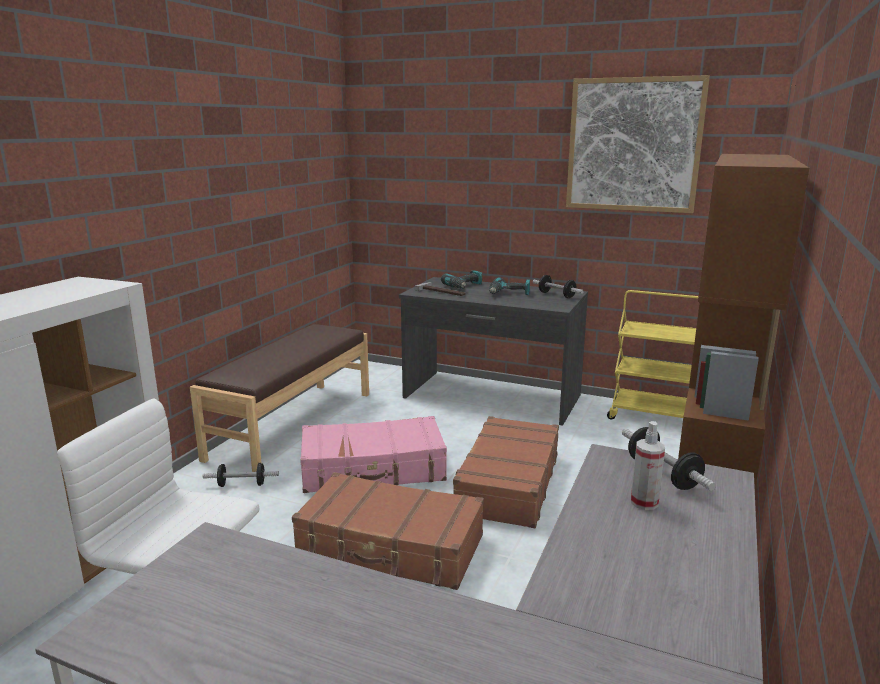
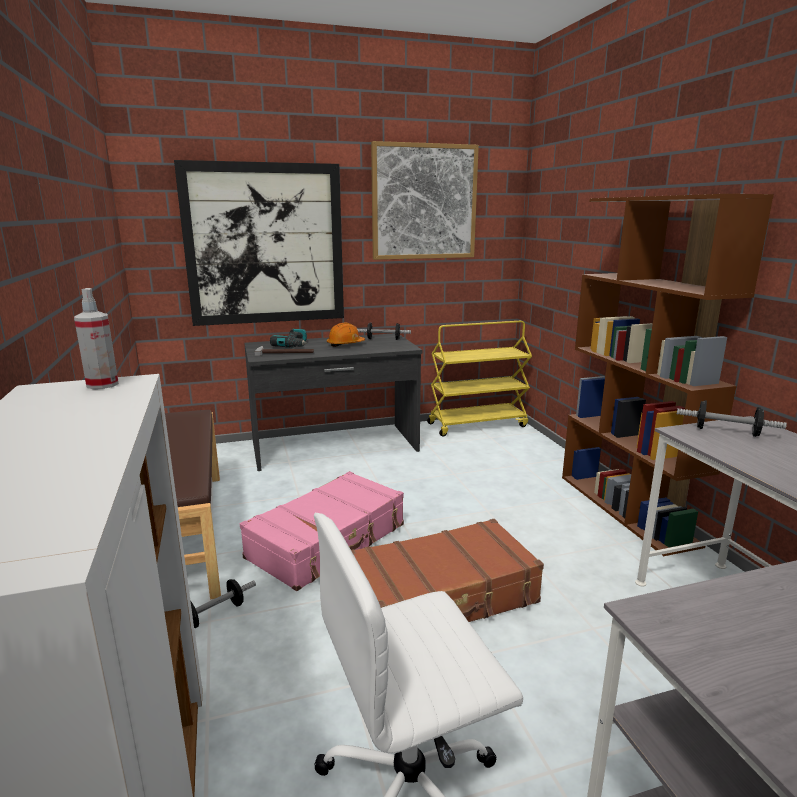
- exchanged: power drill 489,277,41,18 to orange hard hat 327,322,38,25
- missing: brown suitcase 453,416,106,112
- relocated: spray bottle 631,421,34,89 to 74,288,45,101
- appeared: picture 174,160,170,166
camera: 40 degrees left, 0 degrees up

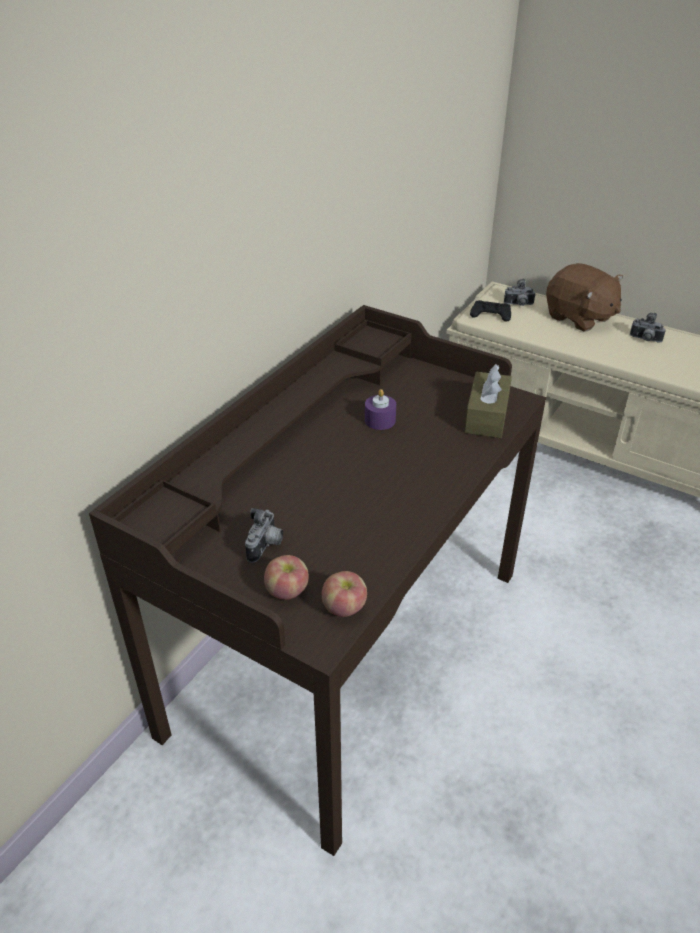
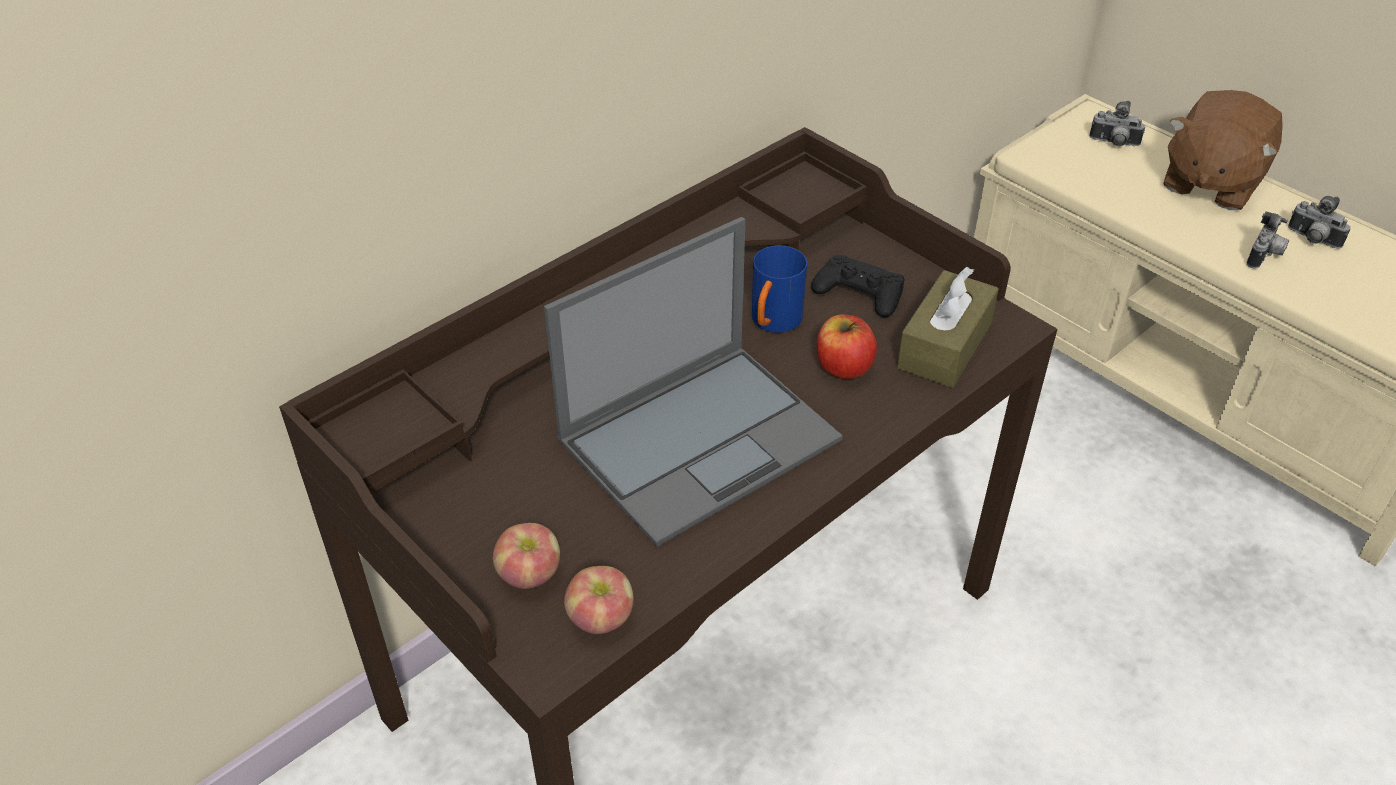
- spun: brown plush toy 546,263,77,69 = 1163,90,120,120 60 degrees clockwise
- relocated: black game controller 470,300,41,22 to 811,255,93,62
- exchanged: purple candle 365,389,31,41 to blue mug 752,245,55,88
- relocated: photo camera 245,508,38,55 to 1247,211,42,57
- appeared: laptop 544,217,299,330
- appeared: apple 816,314,61,65
camera: 15 degrees right, 5 degrees up

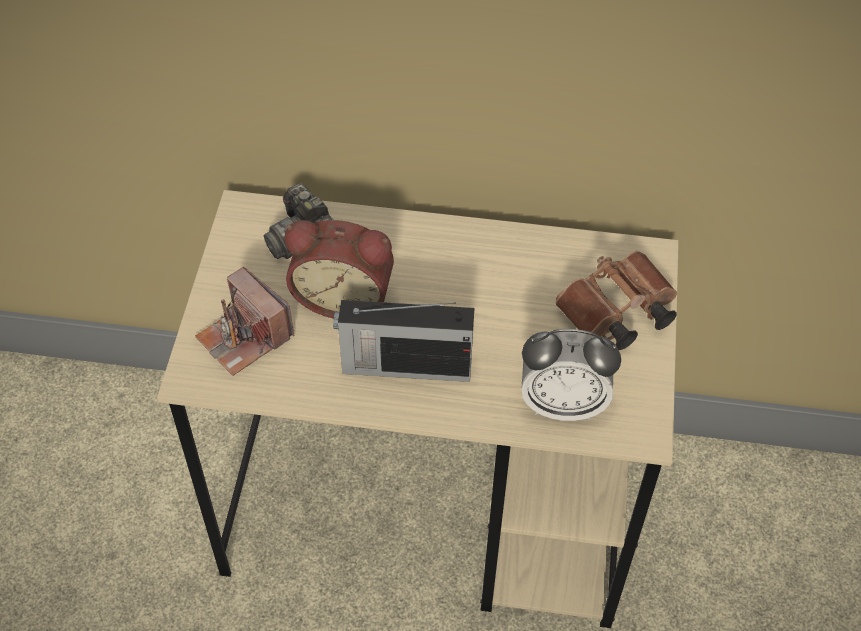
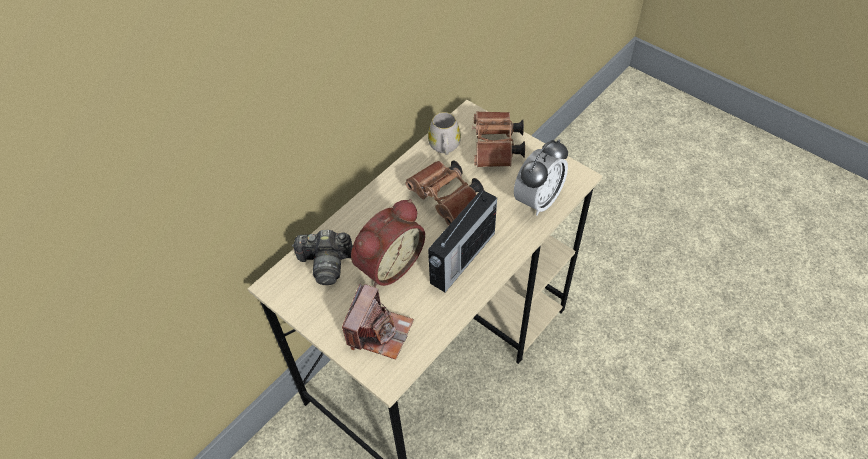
- spun: photo camera 195,267,99,109 = 342,284,72,76 60 degrees counterclockwise
- appeared: white mug 428,112,33,43
- appeared: brown binoculars 406,161,78,64
camera: 55 degrees left, 0 degrees up

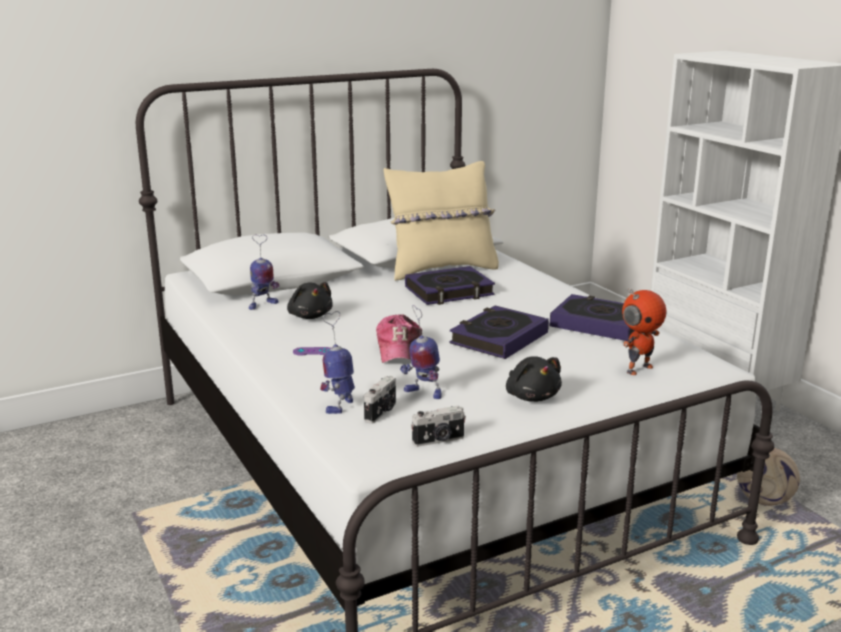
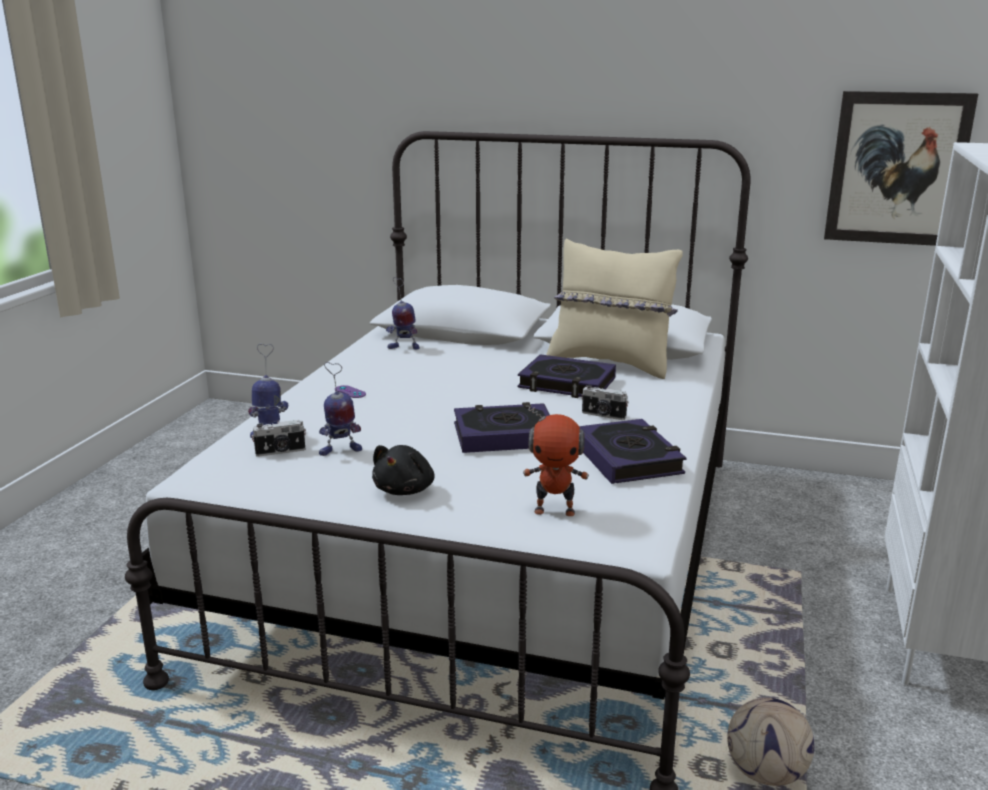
- missing: black plush toy 287,282,46,37
- spun: toy robot 400,305,41,94 = 319,362,43,94 90 degrees counterclockwise
- missing: cap 376,314,46,49
- relocated: photo camera 411,406,55,41 to 582,385,47,35
- appeared: picture 824,91,154,155
camera: 45 degrees right, 0 degrees up

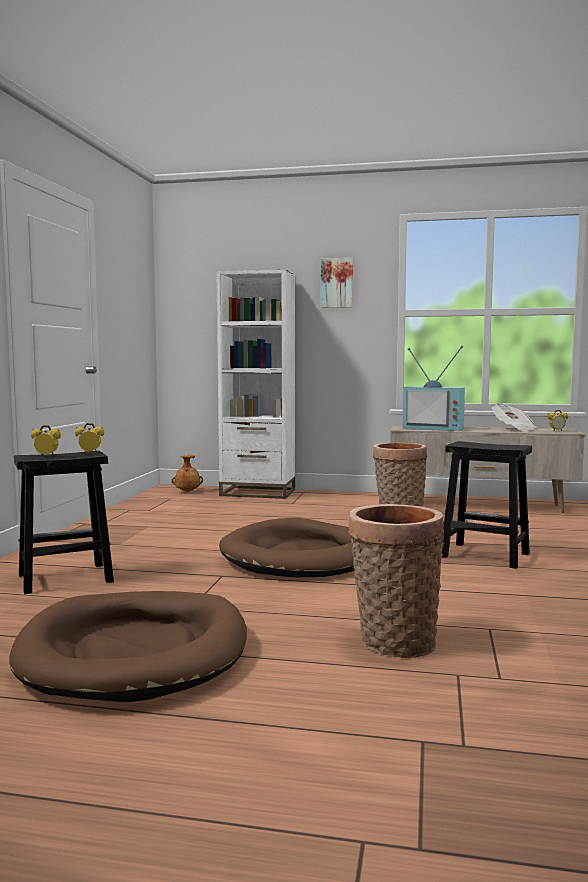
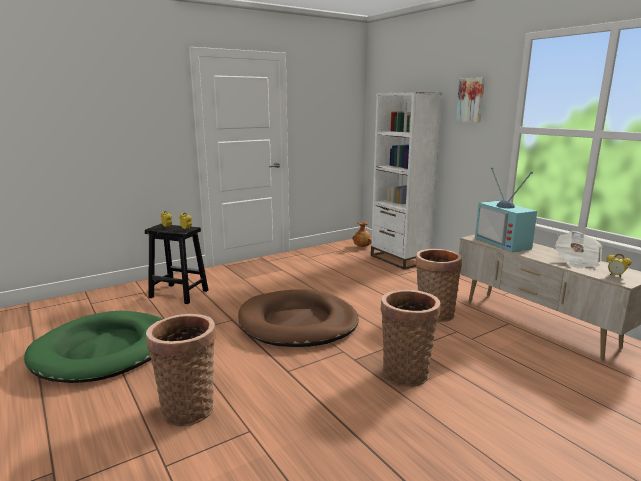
- exchanged: black stool 442,441,90,128 to basket 381,290,60,97
- colour: brown dog bed 9,591,238,111 to green dog bed 24,311,139,72
camera: 45 degrees right, 10 degrees up

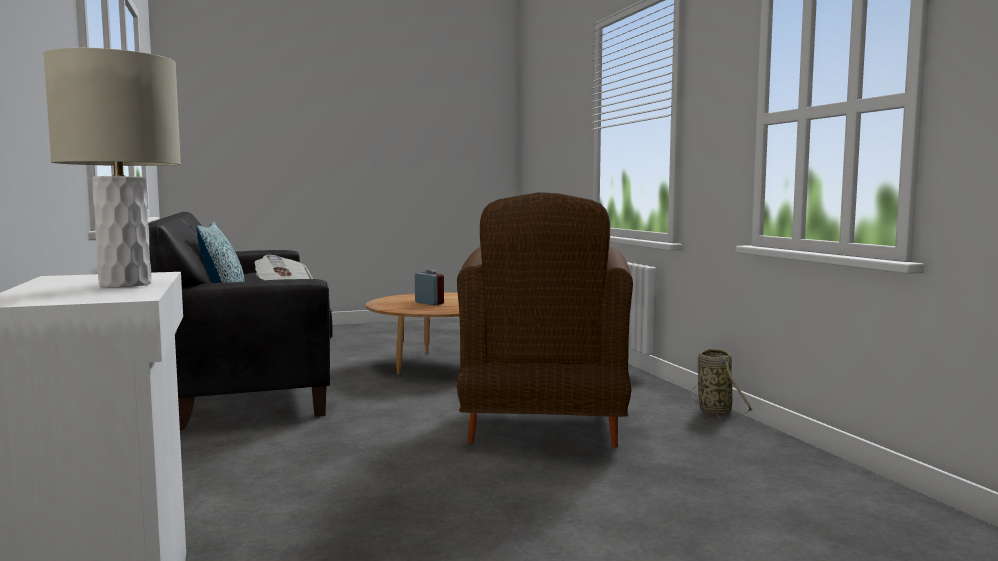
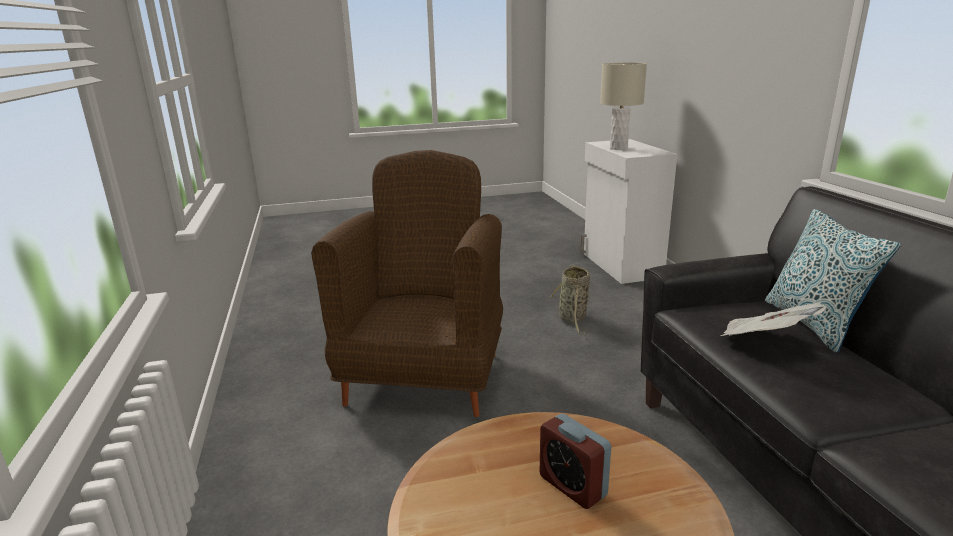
- relocated: basket 691,349,62,71 to 550,265,40,71
camera: 175 degrees left, 15 degrees up

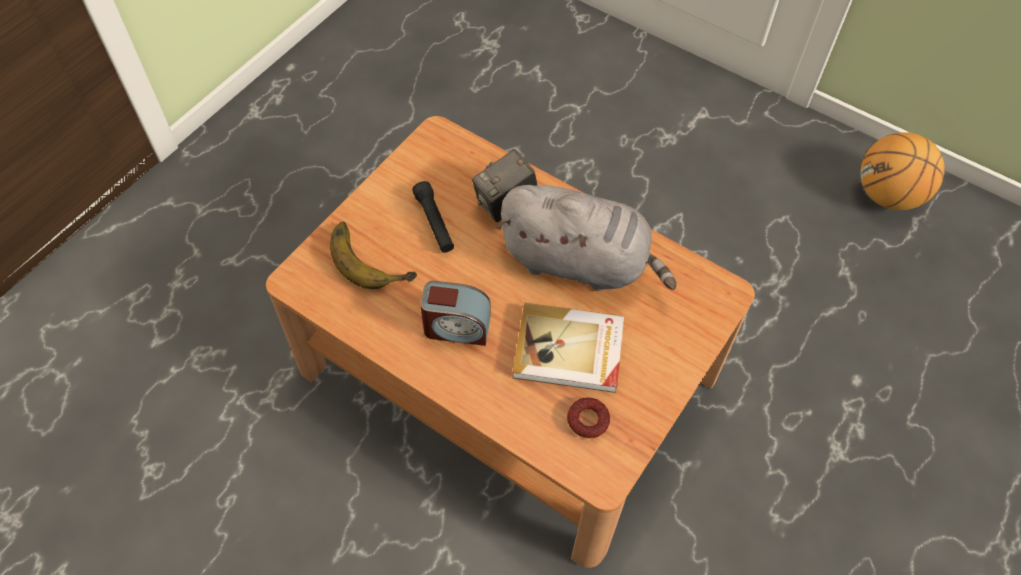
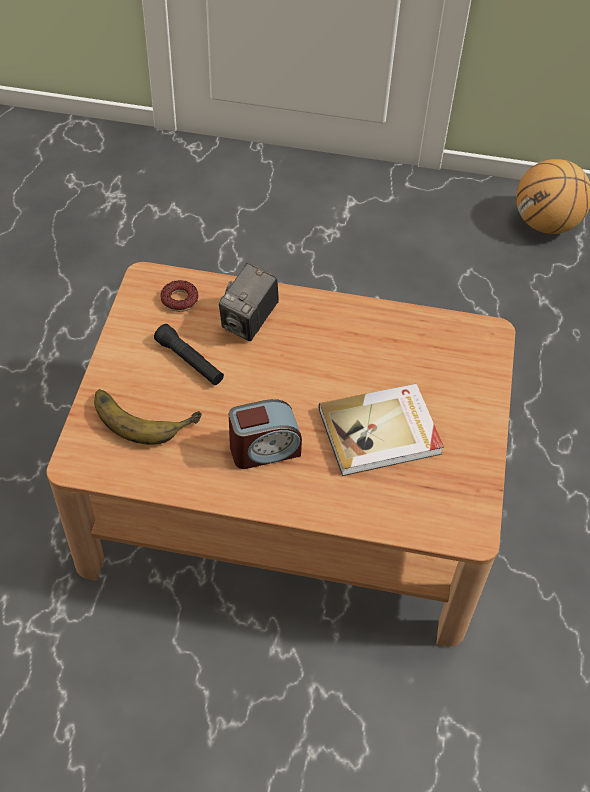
- missing: grey plush toy 497,185,180,106
- relocated: donut 567,398,43,41 to 160,280,39,32
camera: 25 degrees left, 5 degrees down

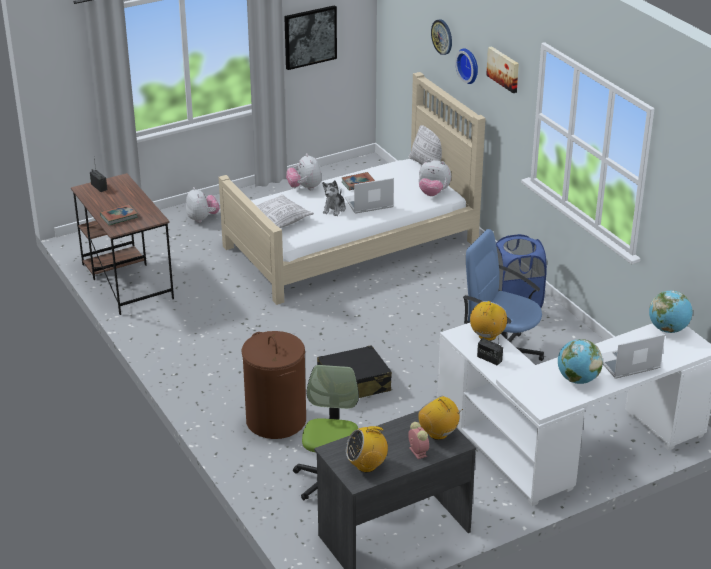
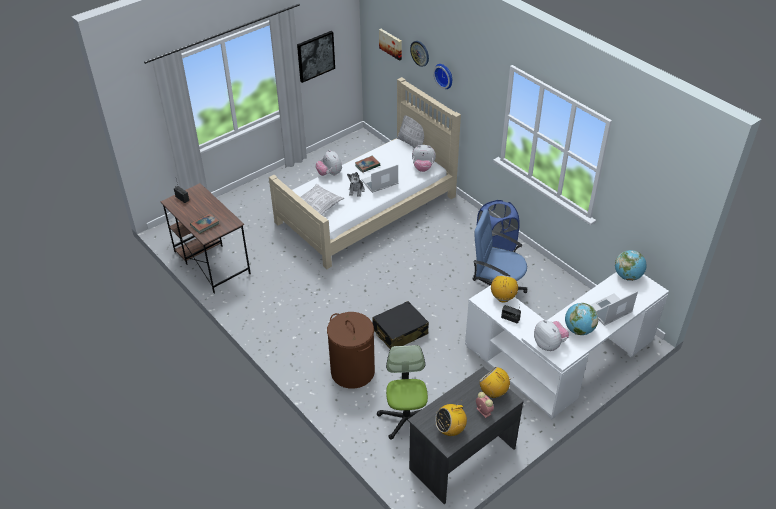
- relocated: picture 486,46,33,47 to 379,29,23,32
- relocated: plush toy 186,187,34,36 to 534,320,35,31
camera: 10 degrees left, 10 degrees up

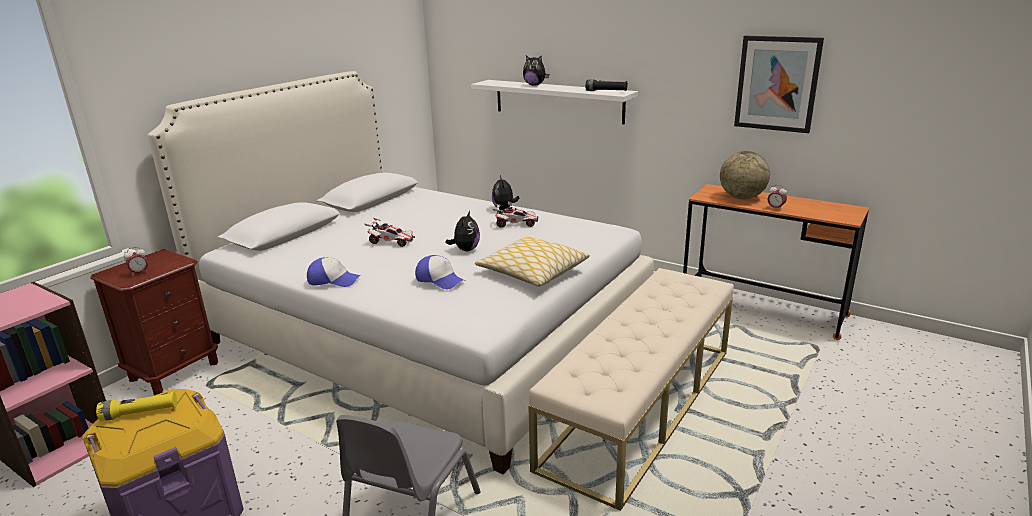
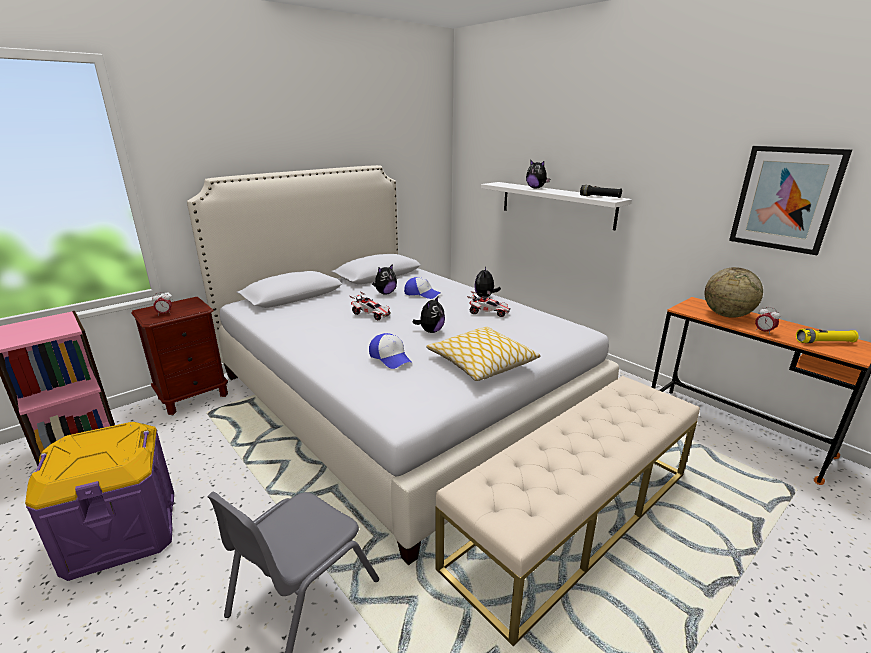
- relocated: cap 307,257,54,30 to 404,277,36,22
- relocated: yellow flashlight 96,392,81,29 to 796,329,63,14
- appeared: plush toy 372,264,25,31
camera: 15 degrees right, 0 degrees up

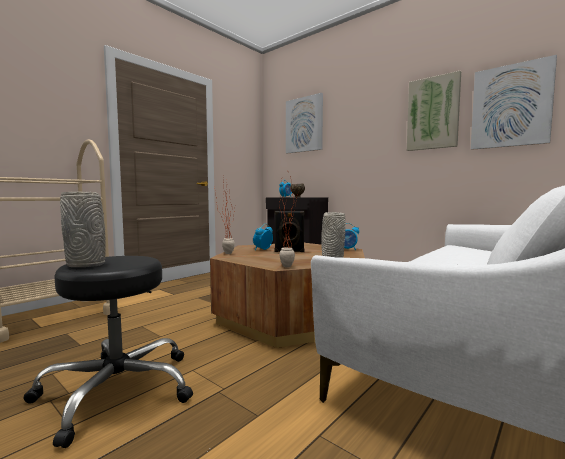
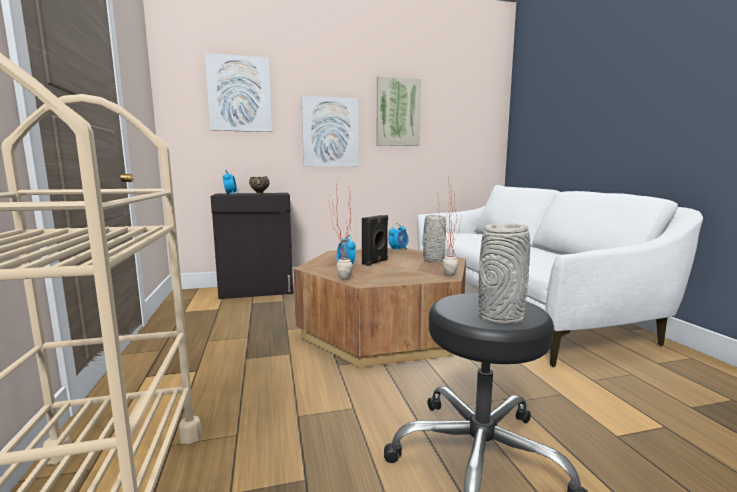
- relocated: picture 471,55,86,95 to 301,96,58,70
camera: 55 degrees left, 5 degrees up

